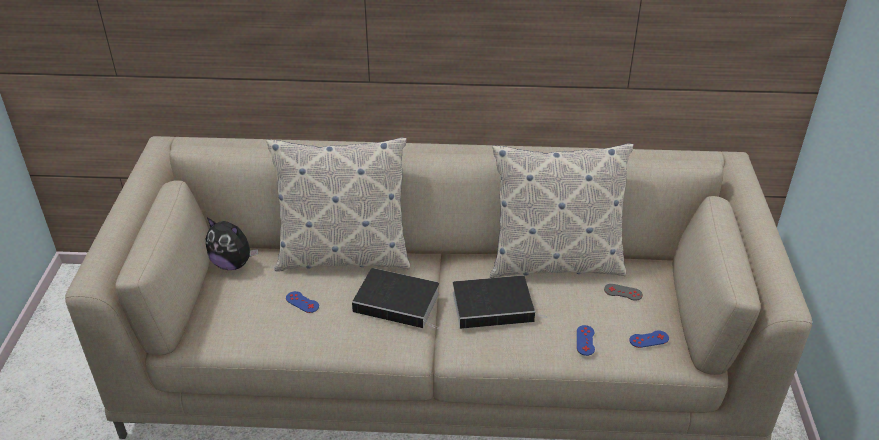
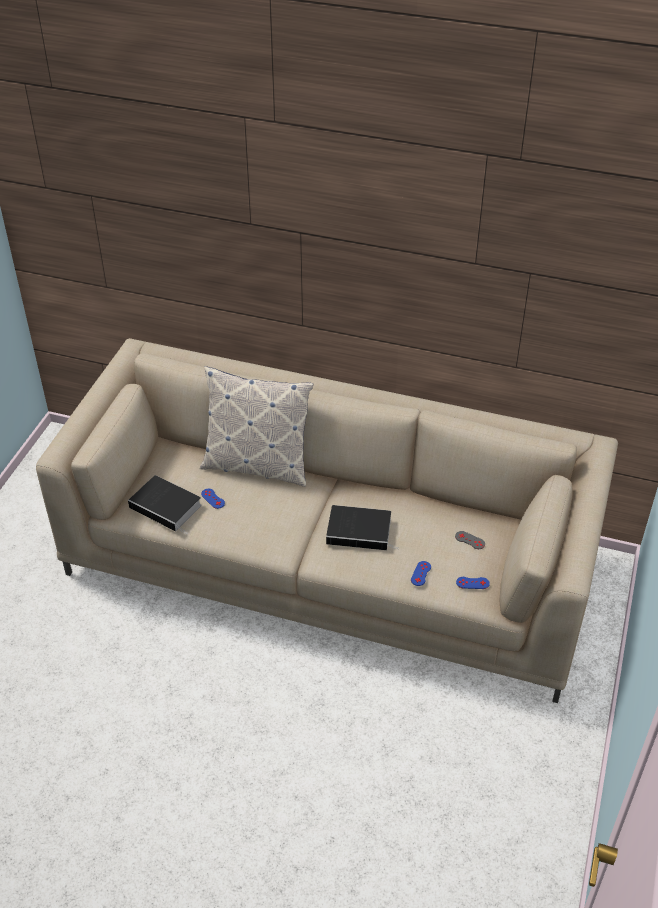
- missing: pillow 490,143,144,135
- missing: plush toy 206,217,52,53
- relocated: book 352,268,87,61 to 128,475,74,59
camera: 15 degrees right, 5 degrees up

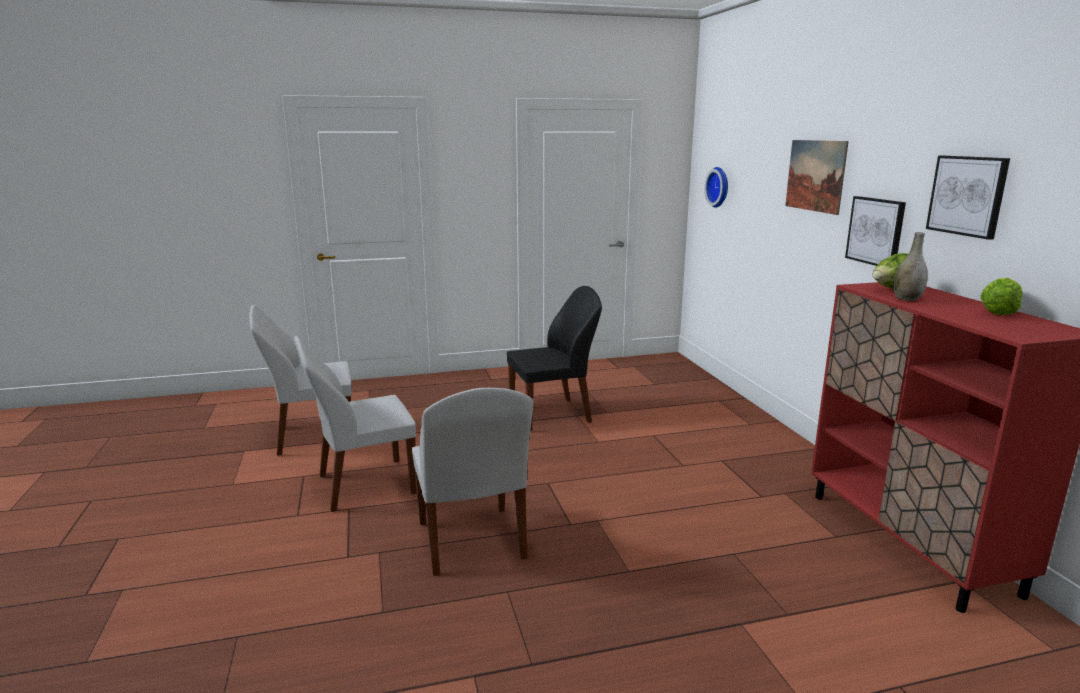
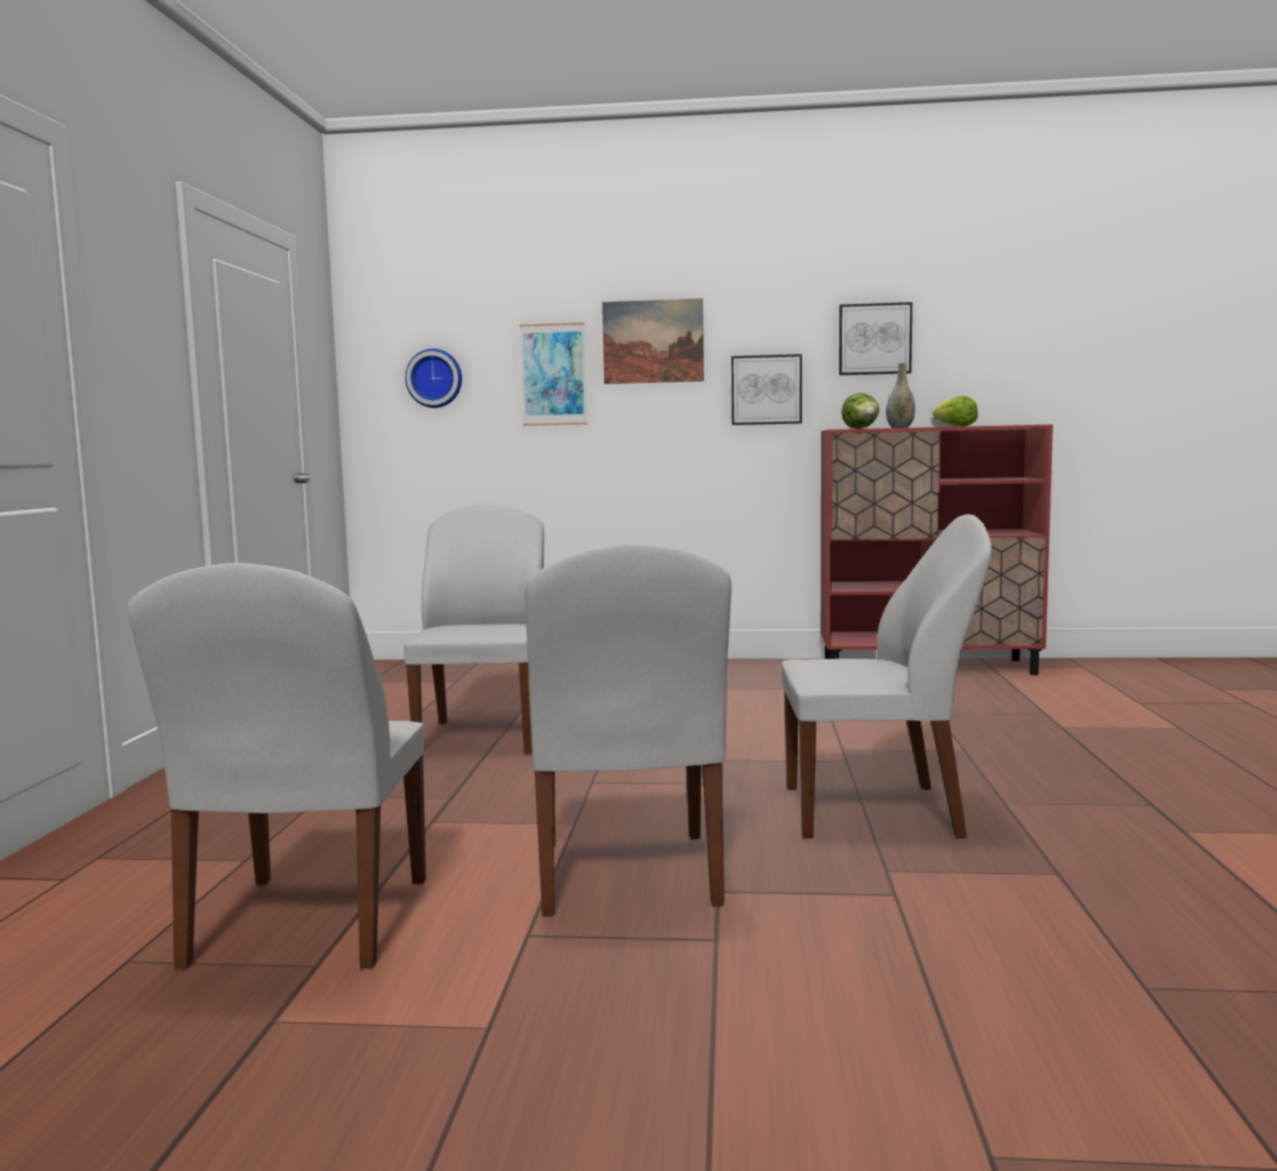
- colour: black chair 507,286,95,145 to white chair 404,504,140,250
- appeared: picture 519,322,69,104
camera: 70 degrees left, 10 degrees down

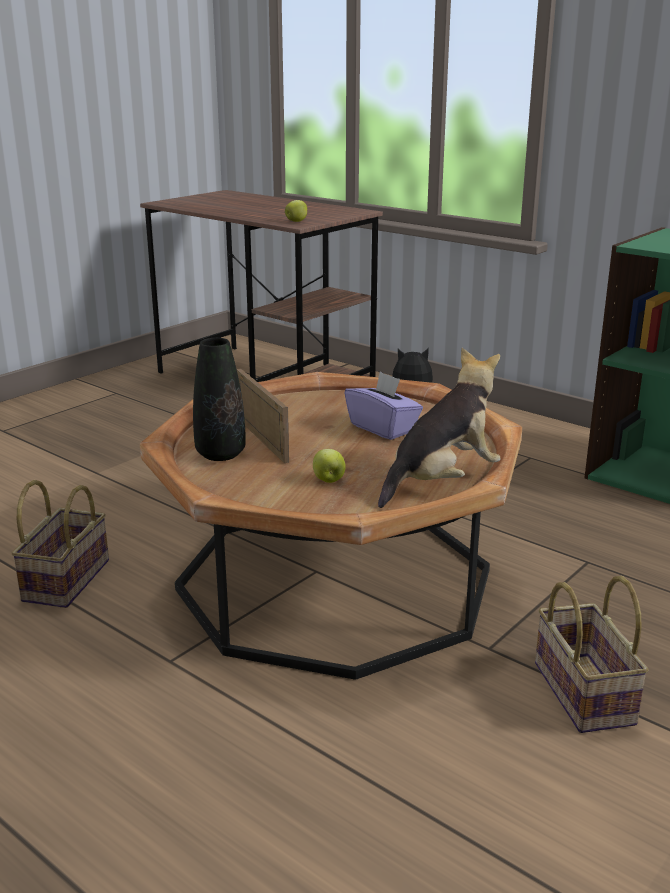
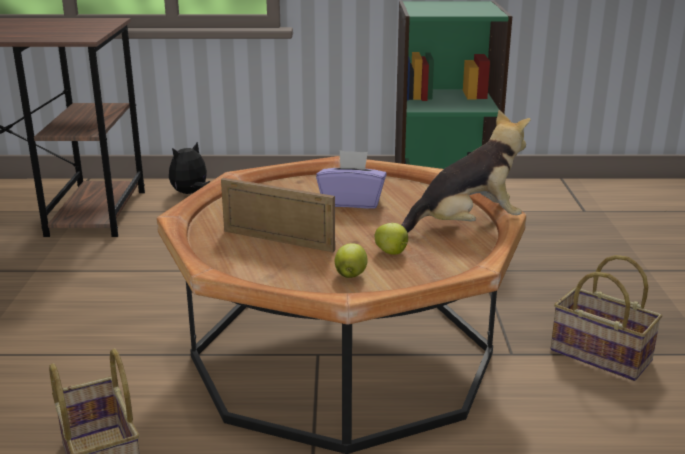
- relocated: apple 285,200,23,22 to 335,243,33,35
- missing: black vase 193,338,53,123
- spun: plush toy 378,348,122,160 = 402,110,129,123 60 degrees clockwise
camera: 40 degrees left, 0 degrees up

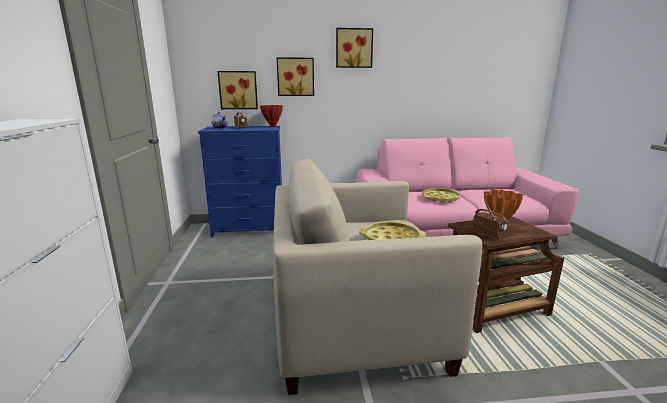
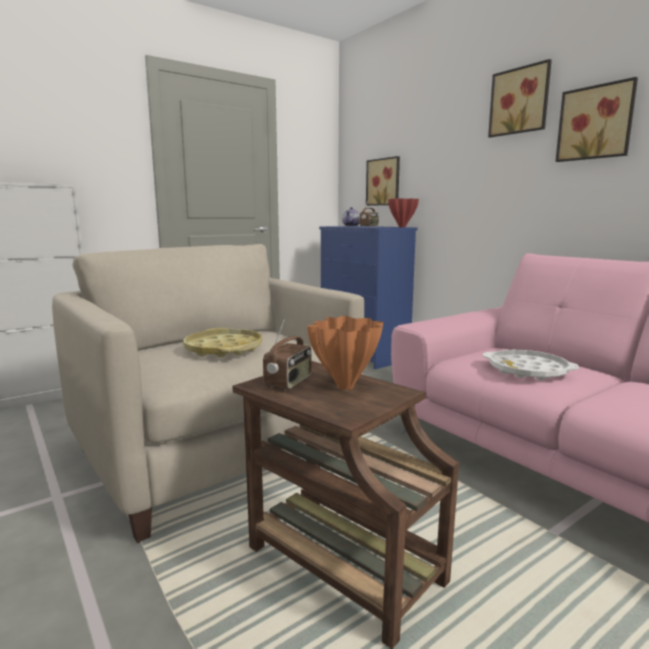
- relocated: picture 277,57,37,39 to 555,77,83,85
- colour: yellow tray 422,188,38,15 to white tray 483,350,96,30
camera: 60 degrees right, 5 degrees down

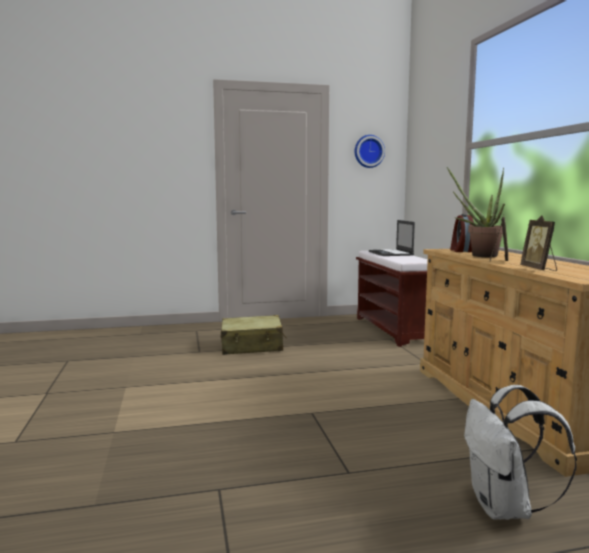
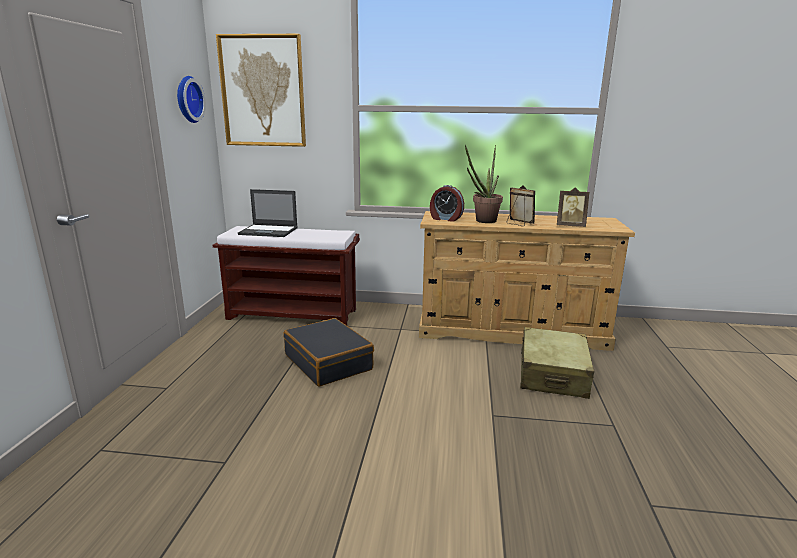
- relocated: beige suitcase 220,315,66,40 to 520,327,74,72
- missing: white backpack 464,385,113,135
- appeared: picture 216,34,90,113
- appeared: black suitcase 283,318,91,68
camera: 70 degrees left, 10 degrees up

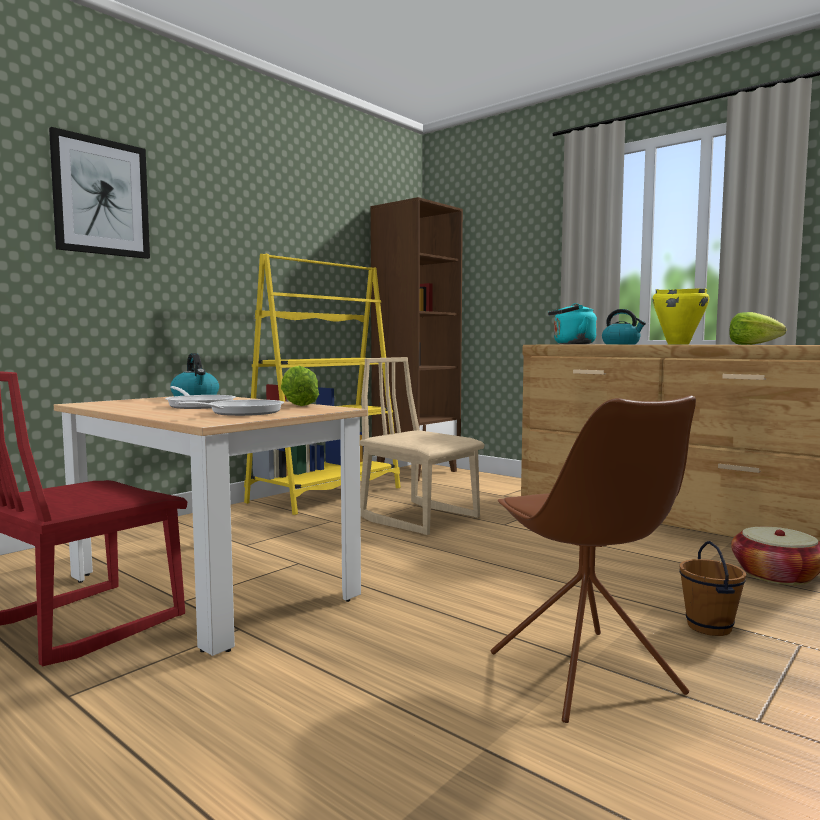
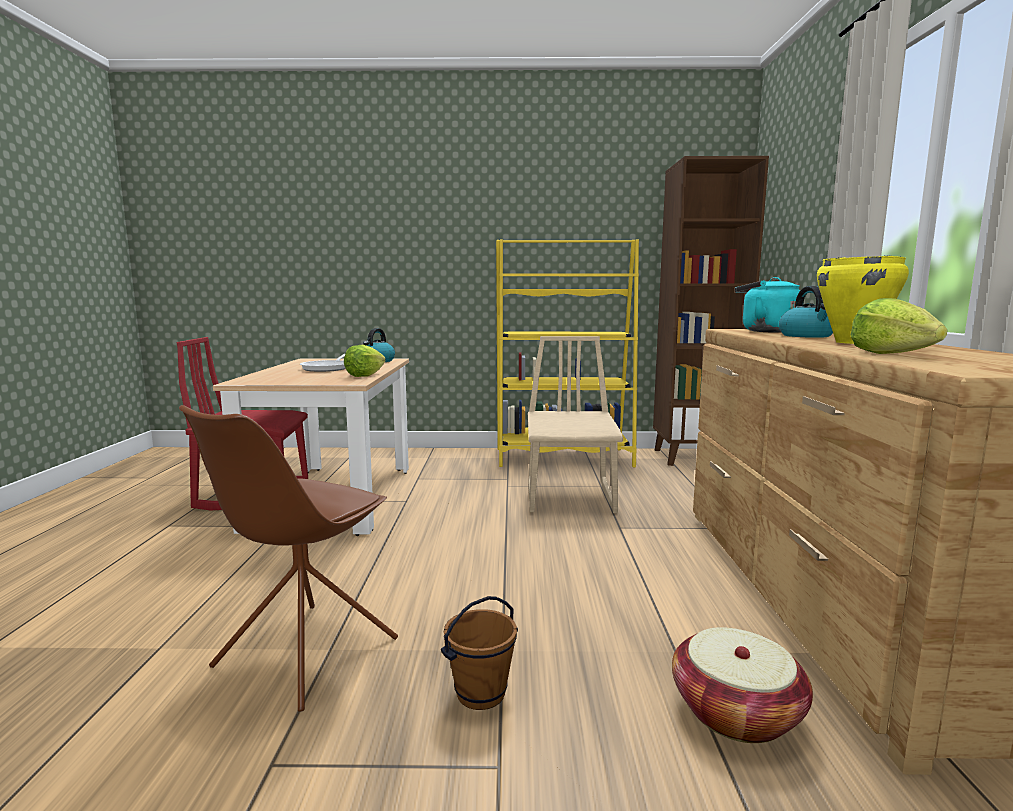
- missing: picture 49,127,101,132
- missing: frying pan 175,400,109,16
camera: 50 degrees right, 5 degrees up

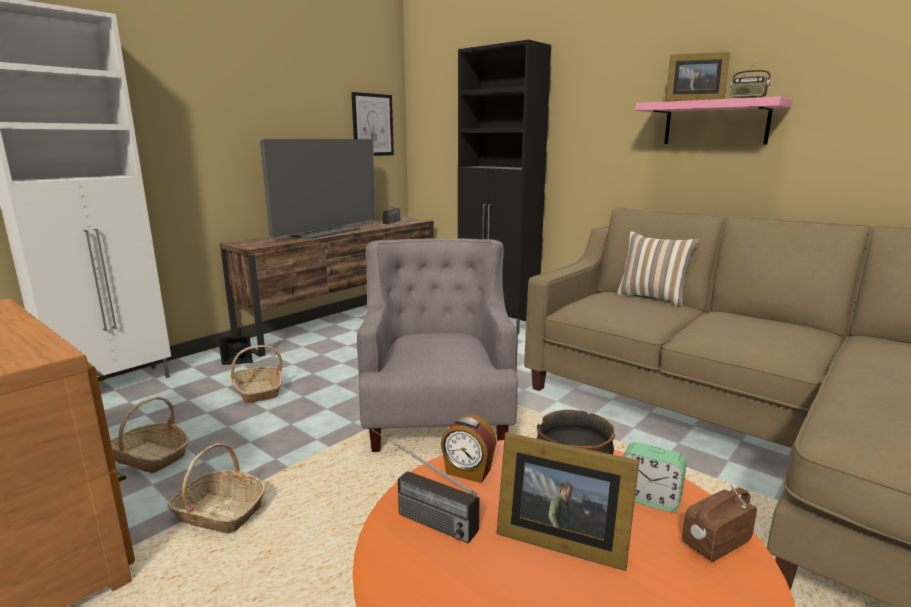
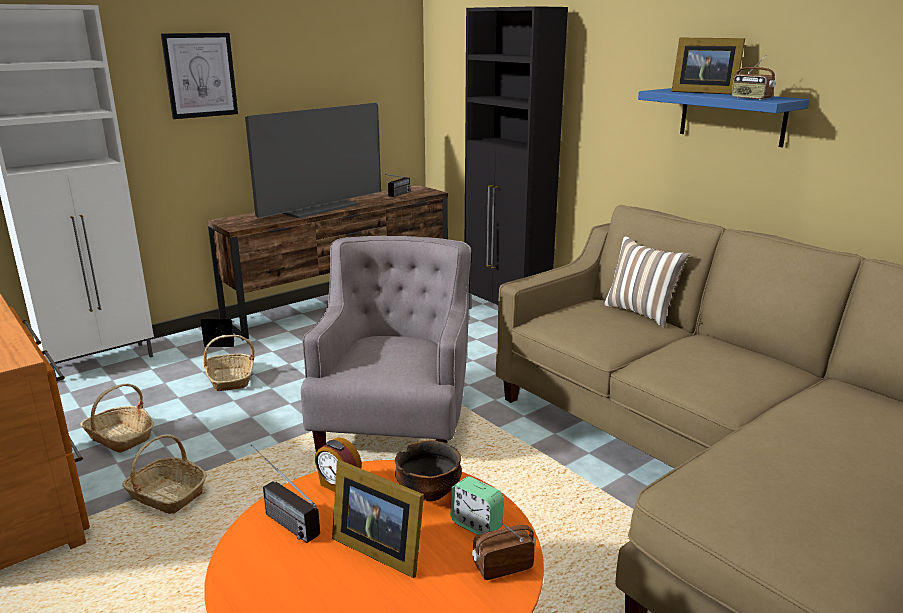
- relocated: picture 351,92,43,64 to 161,33,77,86
- colour: pink shelf 635,97,157,48 to blue shelf 638,88,171,59
camera: 10 degrees right, 5 degrees up

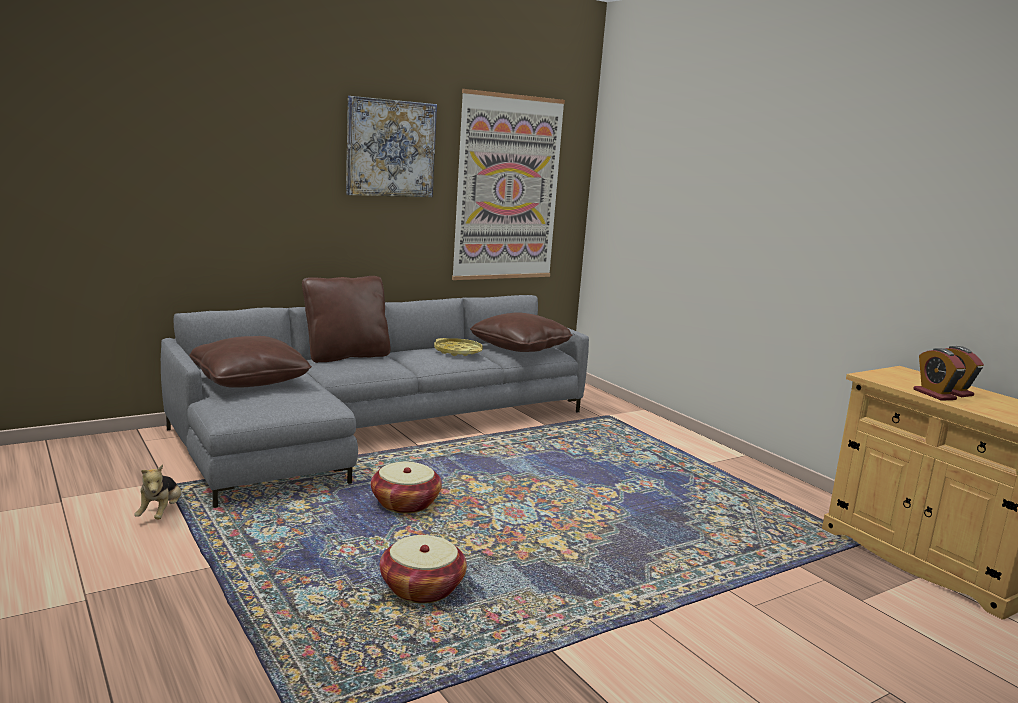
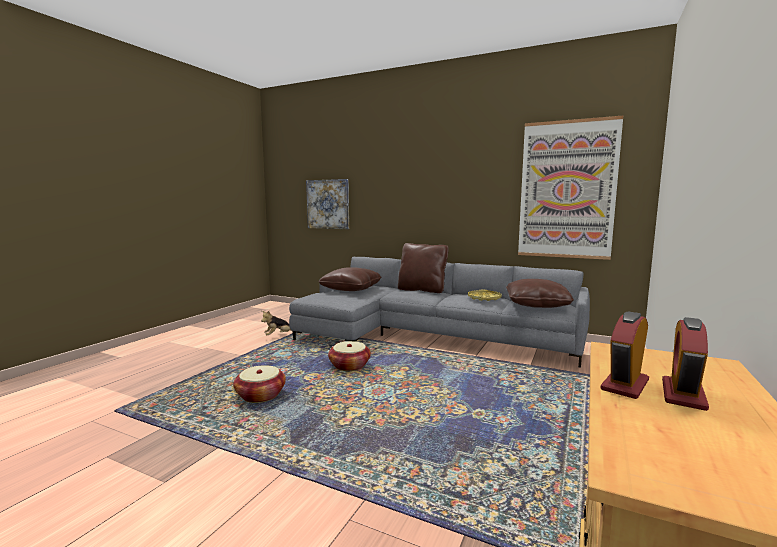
- relocated: picture 346,96,91,101 to 306,179,43,50
camera: 60 degrees right, 5 degrees down

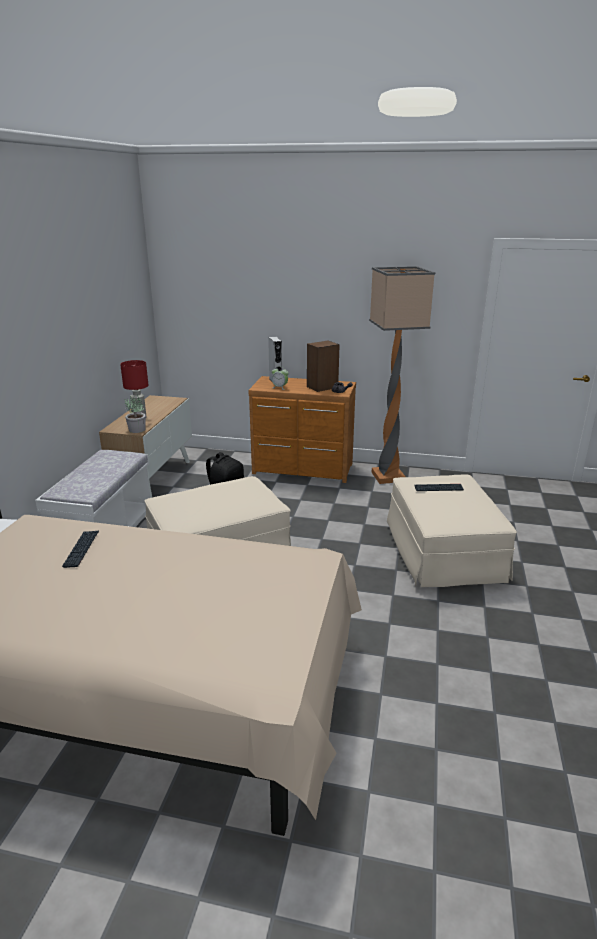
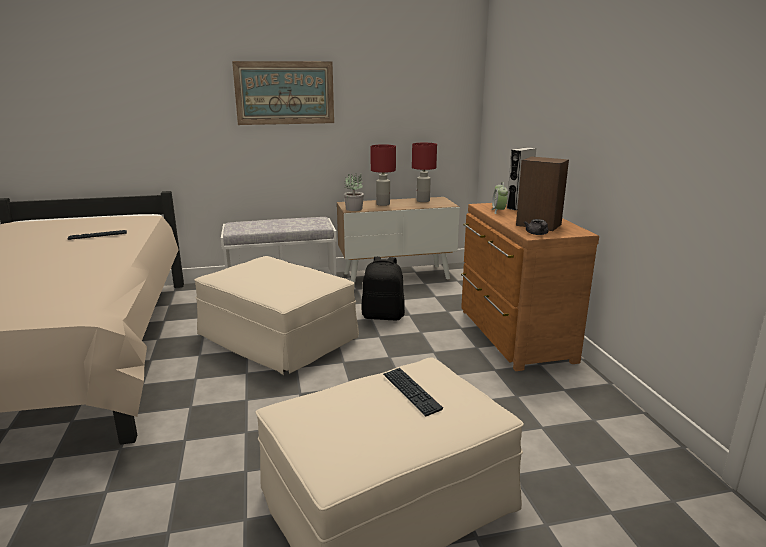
- missing: floor lamp 369,266,66,218
- appeared: picture 232,61,102,64
- appeared: red table lamp 412,143,25,59
camera: 65 degrees right, 5 degrees down

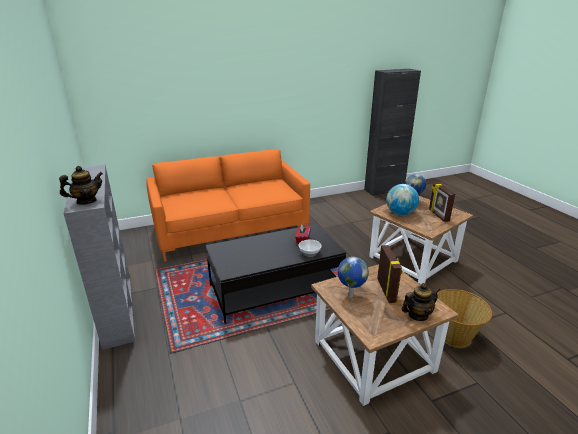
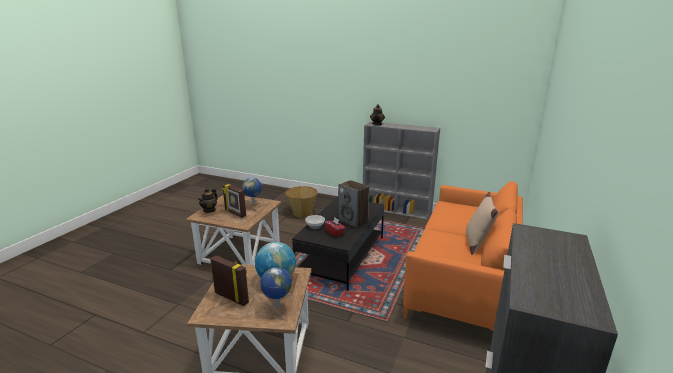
- relocated: basket 437,289,55,58 to 285,186,33,31
- appeared: speaker 338,180,31,48
- appeared: beige pillow 466,192,33,63
camera: 135 degrees right, 5 degrees down

